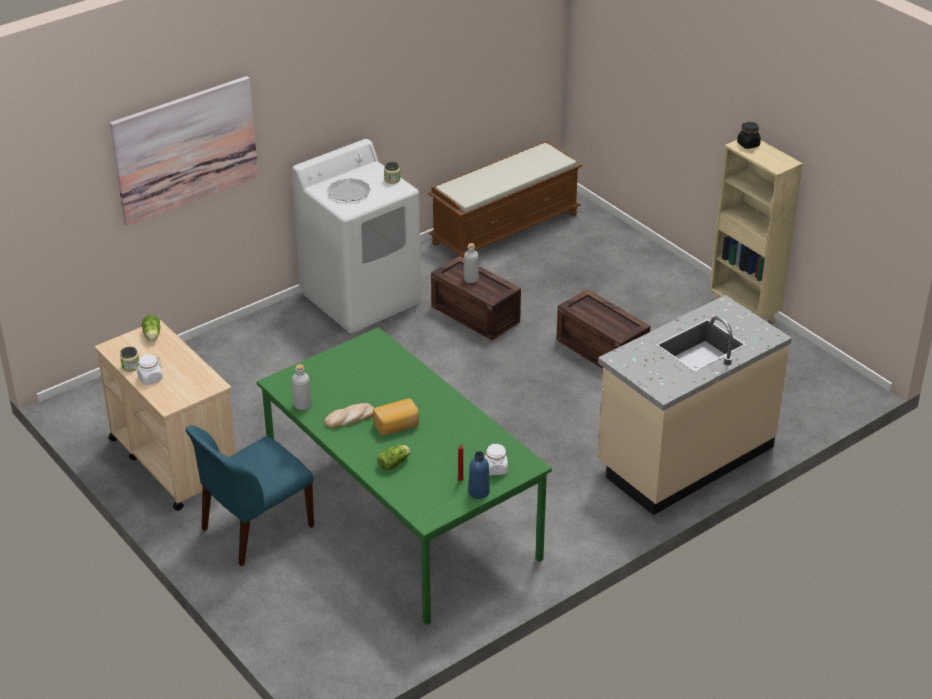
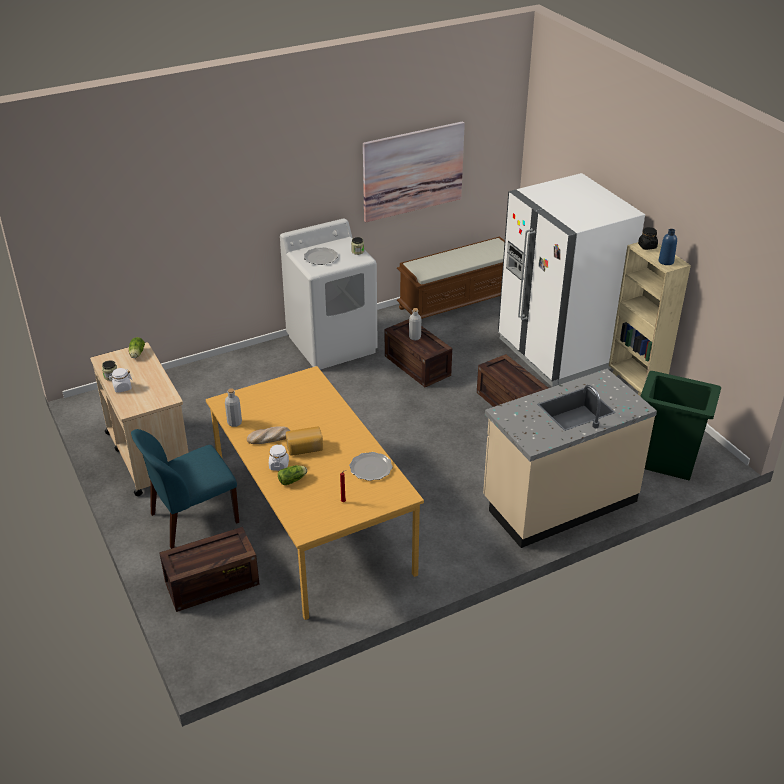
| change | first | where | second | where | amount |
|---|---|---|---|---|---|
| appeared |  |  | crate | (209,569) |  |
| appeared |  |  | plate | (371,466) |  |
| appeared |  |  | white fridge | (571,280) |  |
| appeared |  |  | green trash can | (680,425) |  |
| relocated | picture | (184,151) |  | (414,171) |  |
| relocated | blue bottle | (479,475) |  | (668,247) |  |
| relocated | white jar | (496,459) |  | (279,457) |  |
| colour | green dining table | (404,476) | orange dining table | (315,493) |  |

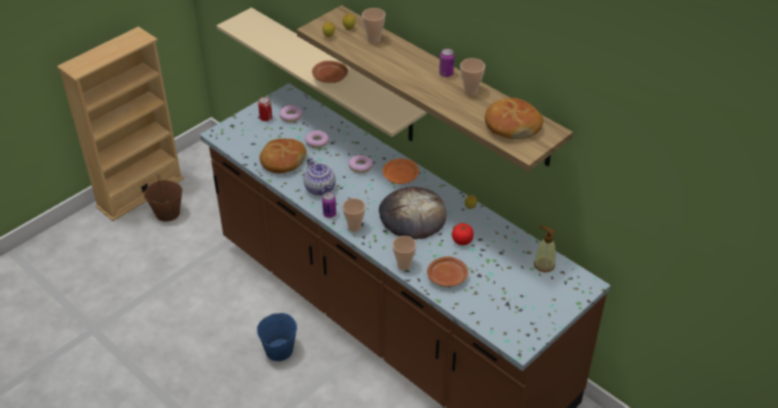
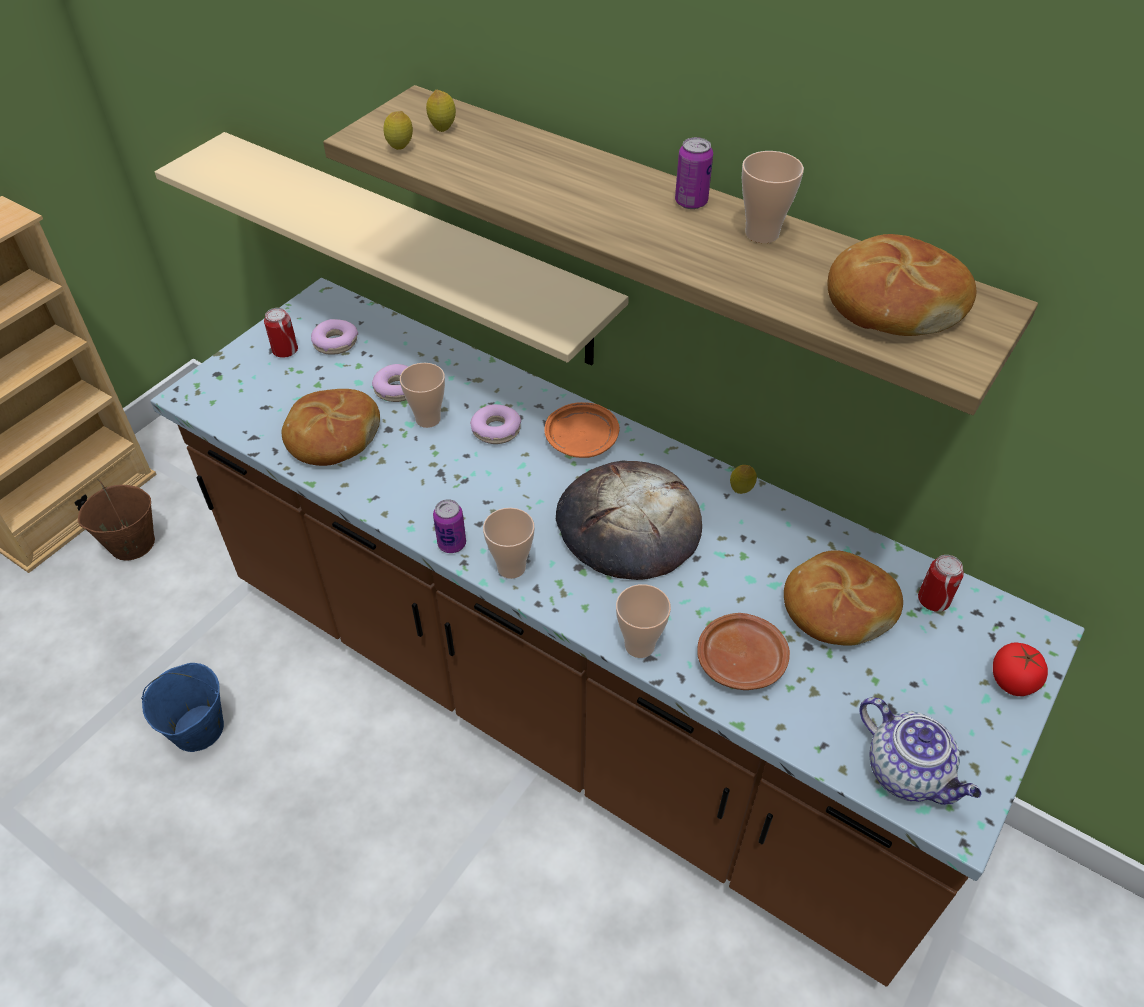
| change | first | where | second | where | amount |
|---|---|---|---|---|---|
| missing | brown plate | (330,72) |  |  |  |
| appeared |  |  | bread | (843,598) |  |
| relocated | blue bucket | (277,337) |  | (182,707) |  |
| relocated | teapot | (320,177) |  | (920,751) |  |
| relocated | cup | (373,25) |  | (422,395) |  |
| relocated | tomato | (462,234) |  | (1020,669) |  |
| exchanged | soap dispenser | (544,249) | can | (941,583) |  |

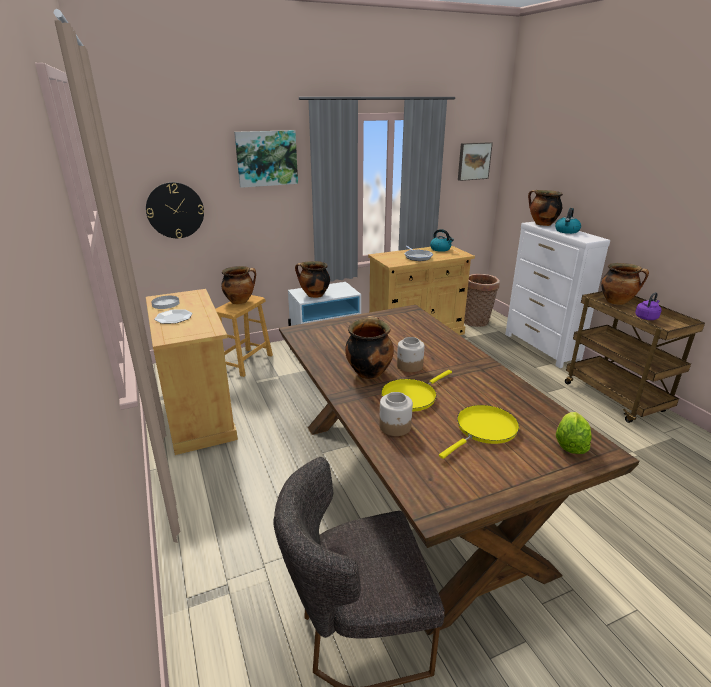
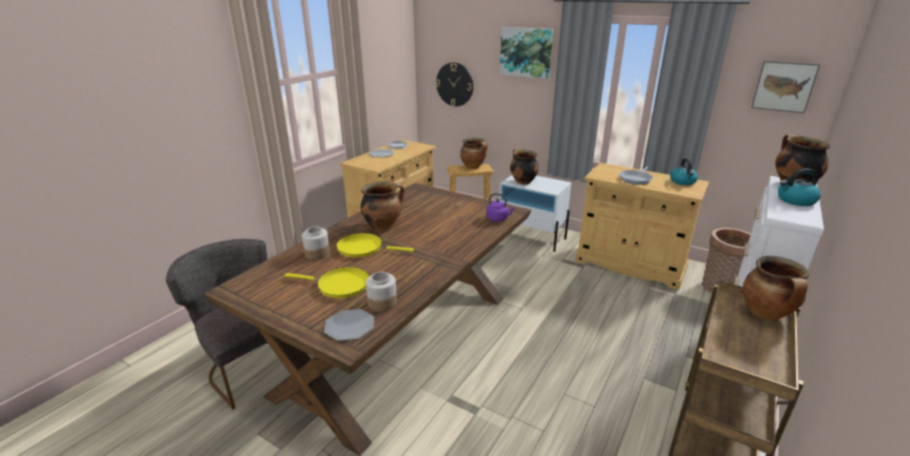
| change | first | where | second | where | amount |
|---|---|---|---|---|---|
| relocated | jar | (410,354) |  | (381,292) |  |
| relocated | purple kettle | (648,306) |  | (500,207) |  |
| exchanged | lettuce | (574,433) | plate | (349,325) |  |

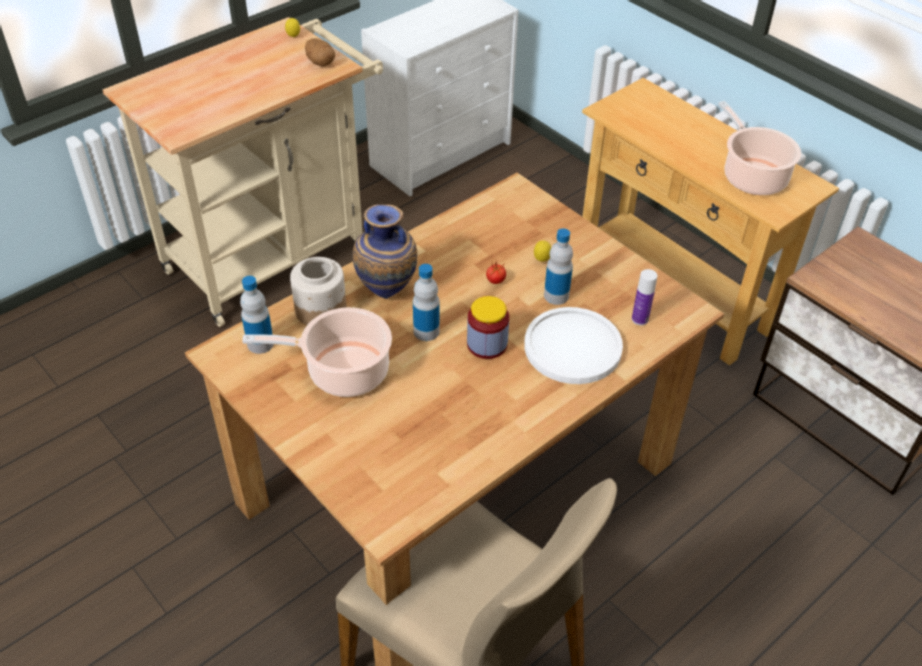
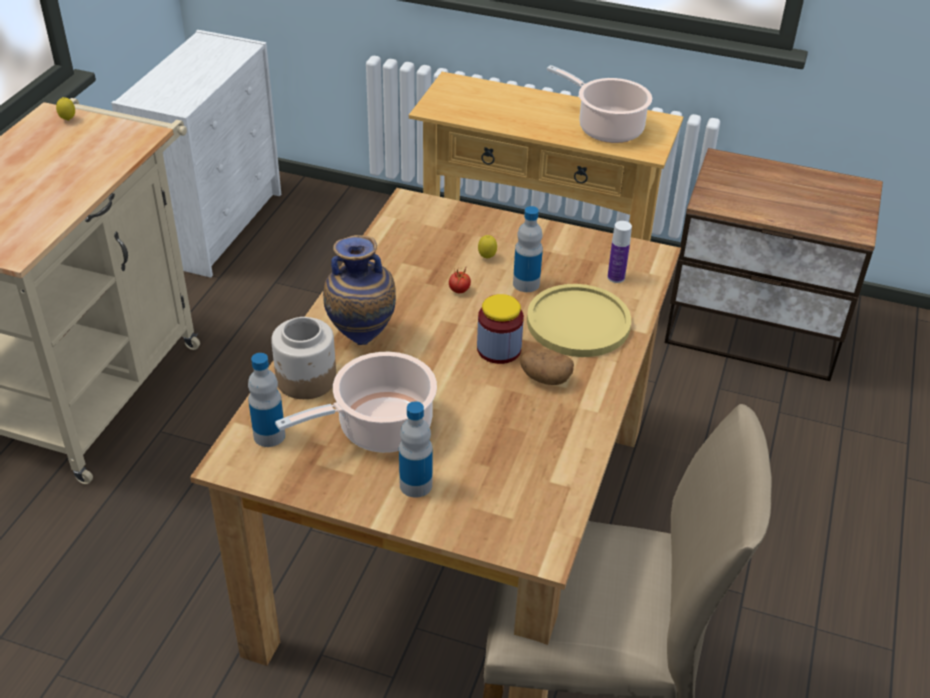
| change | first | where | second | where | amount |
|---|---|---|---|---|---|
| relocated | potato | (320,52) |  | (547,367) |  |
| relocated | bottle | (426,302) |  | (416,449) |  |
| colour | white plate | (573,345) | yellow plate | (579,320) |  |

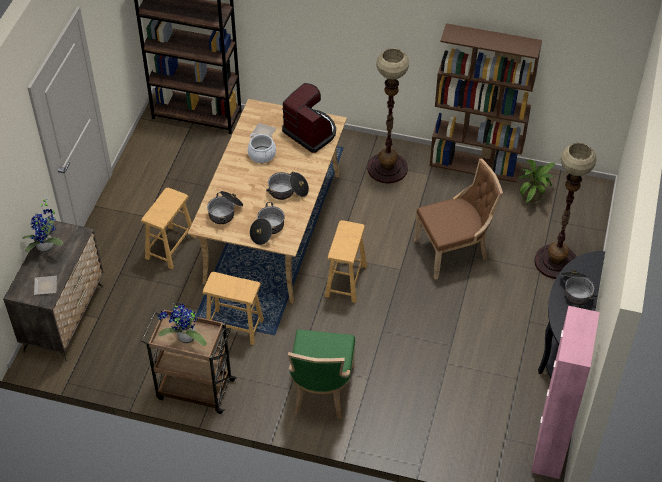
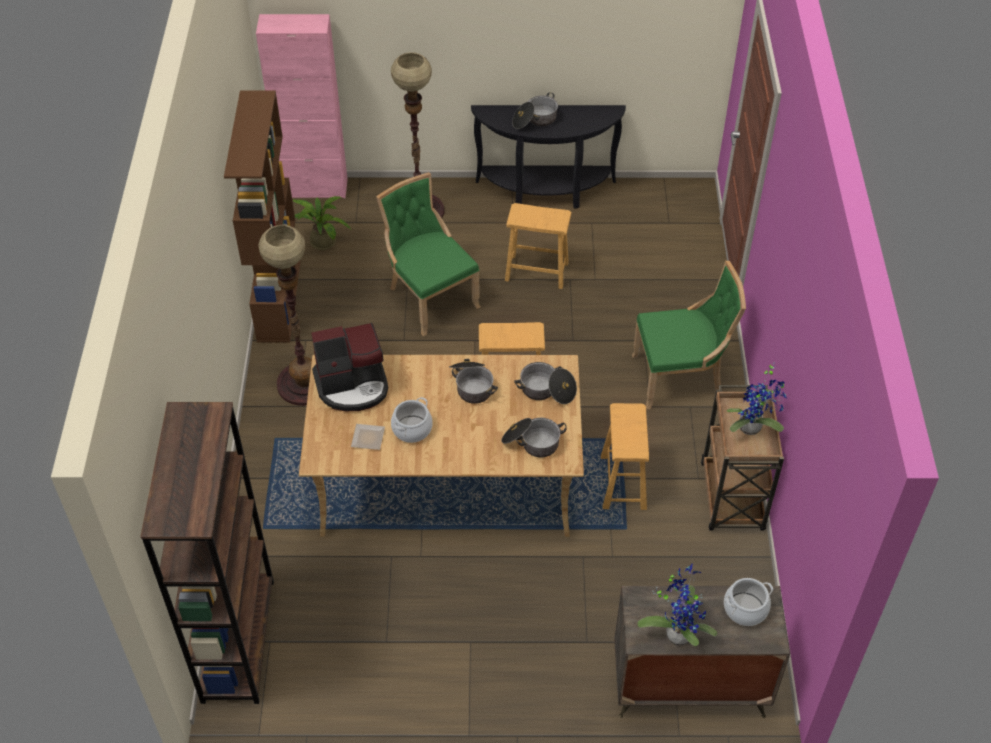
| change | first | where | second | where | amount |
|---|---|---|---|---|---|
| relocated | brown stool | (168,228) |  | (538,246) |  |
| relocated | pink cabinet | (565,392) |  | (302,106) |  |
| exchanged | plate | (45,285) | cooking pot | (748,602) |  |
| colour | brown chair | (458,219) | green chair | (428,254) |  |
| spun | coffee machine | (309,118) |  | (349,367) | 135 degrees counterclockwise |

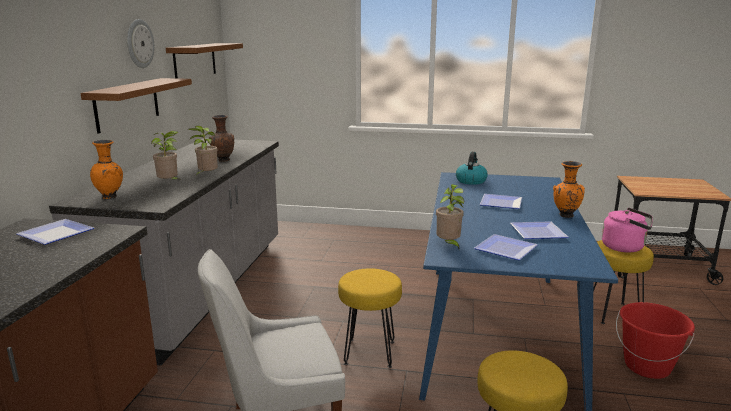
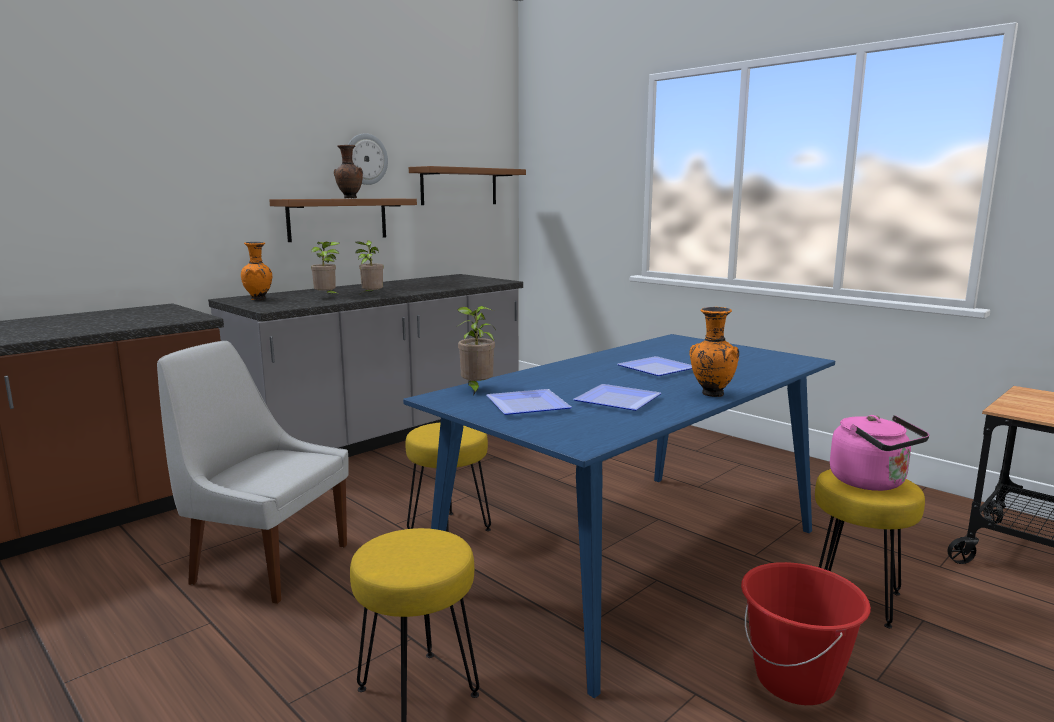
| change | first | where | second | where | amount |
|---|---|---|---|---|---|
| missing | plate | (55,232) |  |  |  |
| missing | kettle | (472,168) |  |  |  |
| relocated | brown vase | (221,138) |  | (348,171) |  |

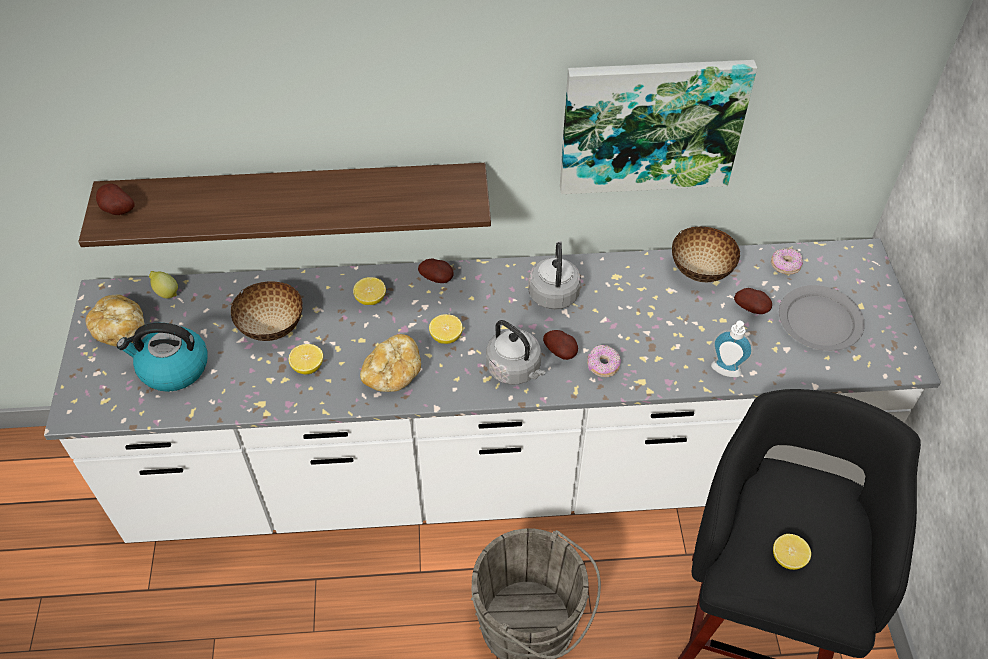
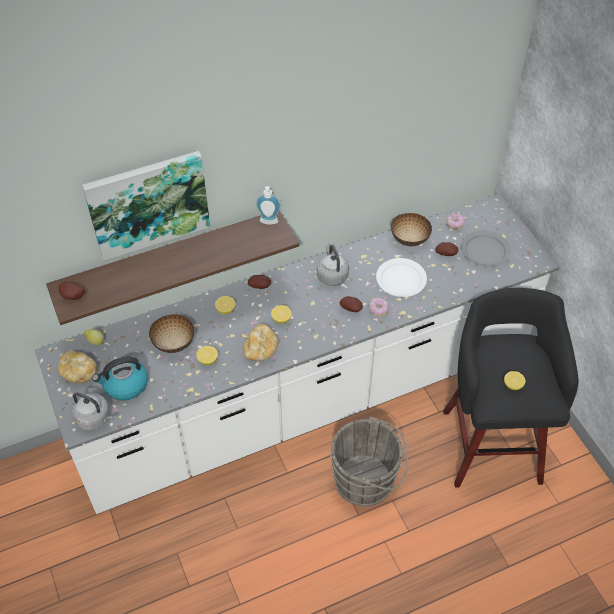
| change | first | where | second | where | amount |
|---|---|---|---|---|---|
| appeared |  |  | white plate | (401,277) |  |
| relocated | grey kettle | (516,352) |  | (92,411) |  |
| relocated | picture | (658,127) |  | (146,206) |  |
| relocated | soap dispenser | (732,349) |  | (268,205) |  |

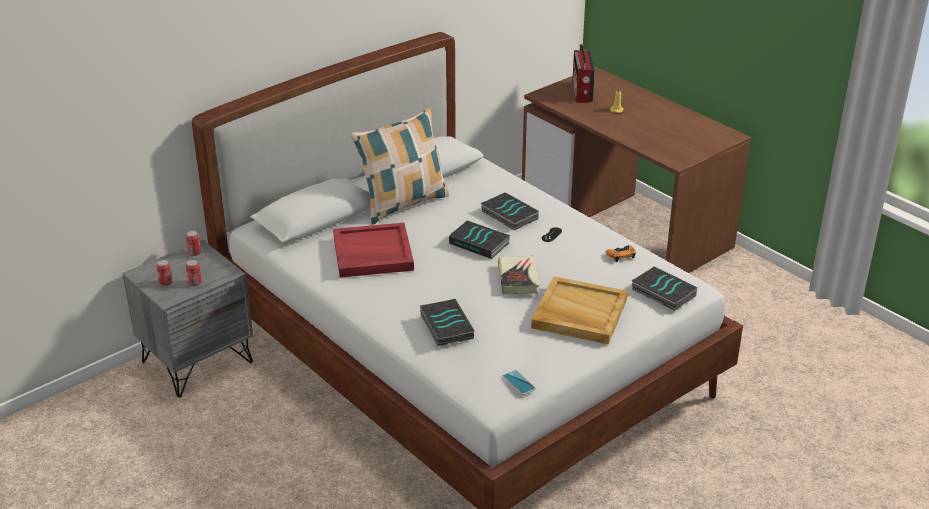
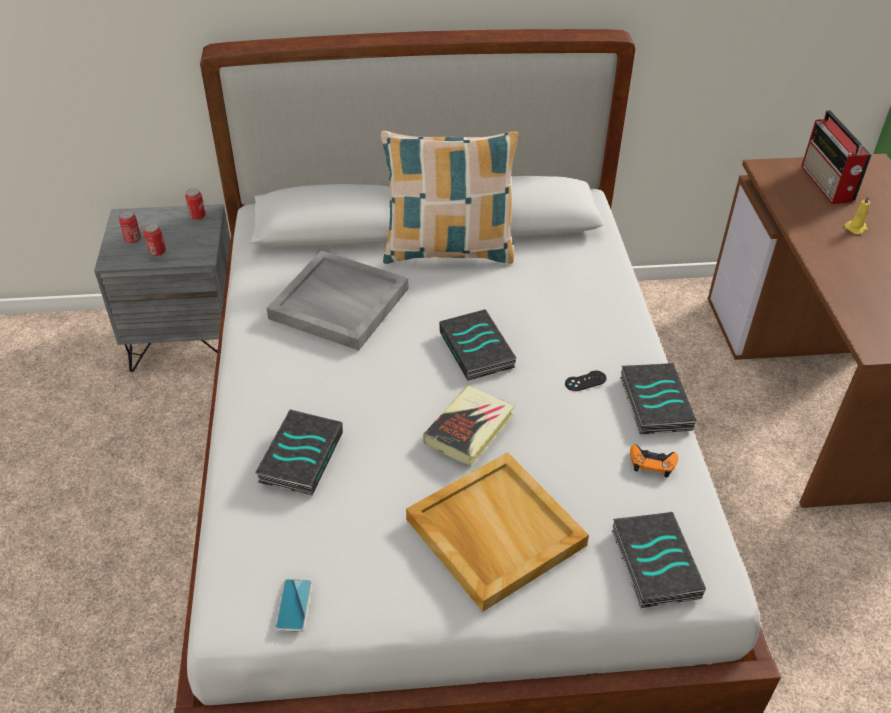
| change | first | where | second | where | amount |
|---|---|---|---|---|---|
| relocated | book | (510,211) |  | (658,398) |  |
| colour | red tray | (373,250) | grey tray | (337,301) |  |
| spun | radio | (583,73) |  | (836,157) | 45 degrees counterclockwise |

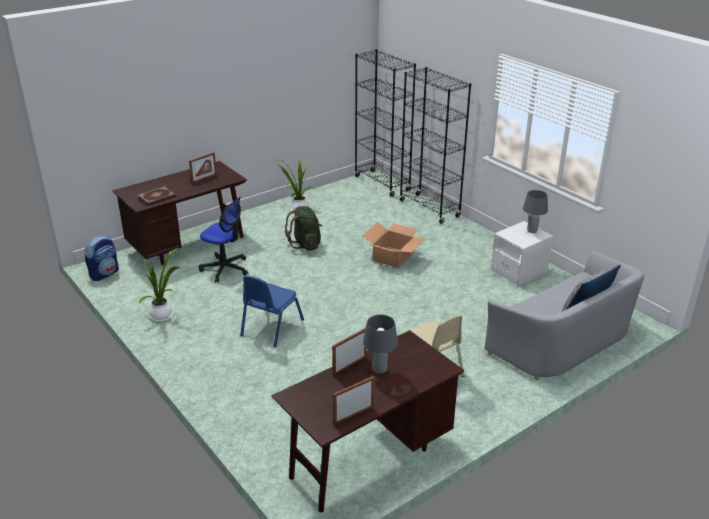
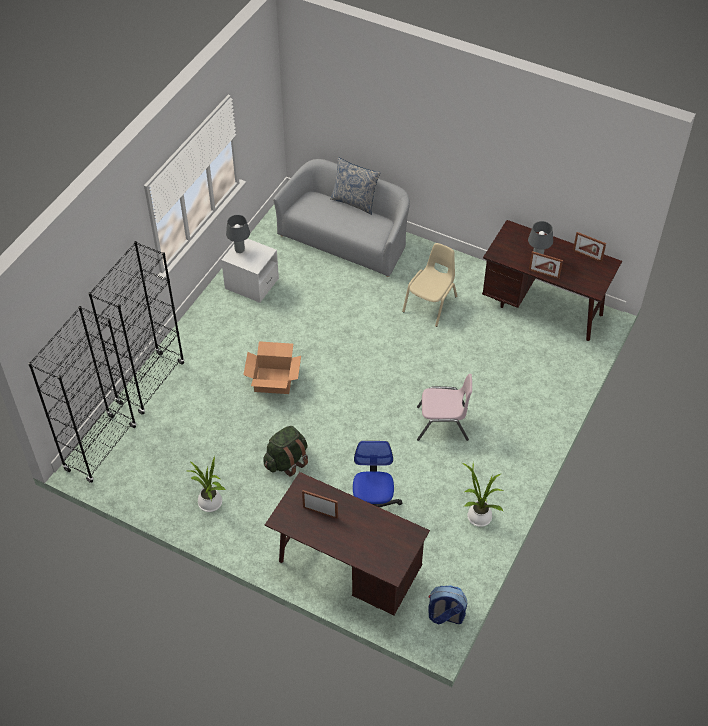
| change | first | where | second | where | amount |
|---|---|---|---|---|---|
| missing | book | (156,196) |  |  |  |
| colour | blue chair | (272,311) | pink chair | (444,407) |  |

